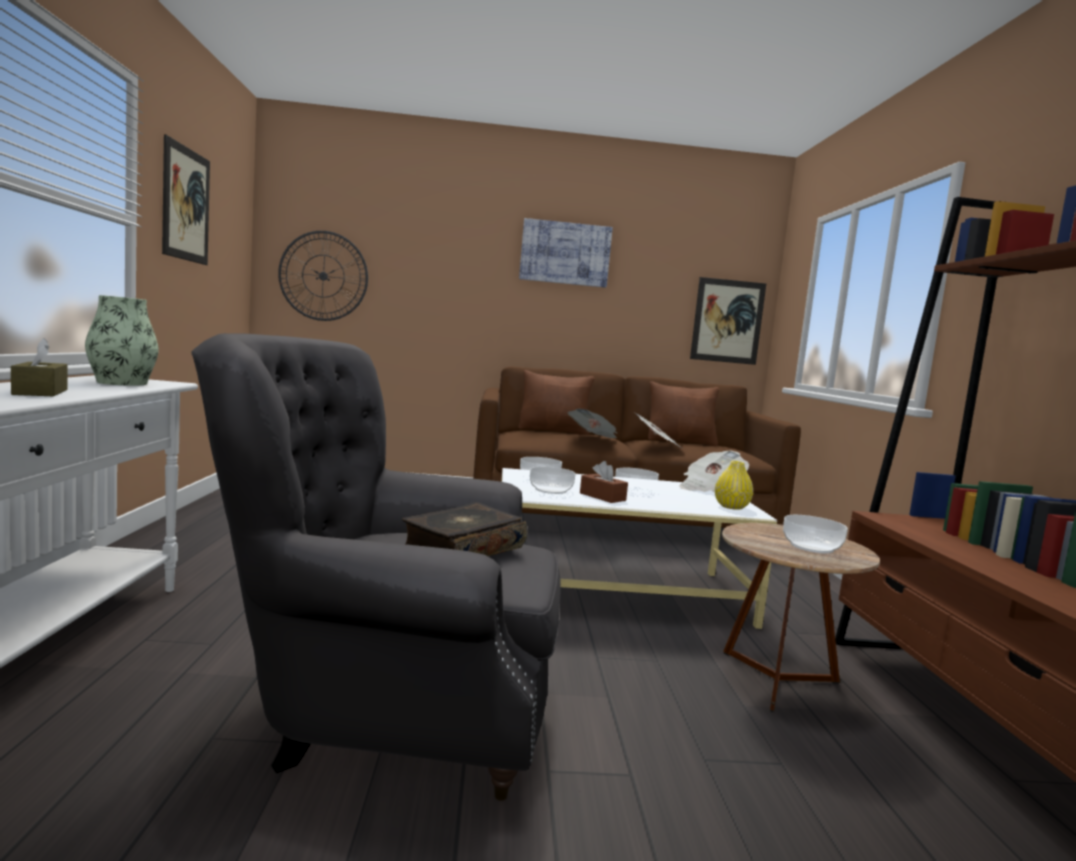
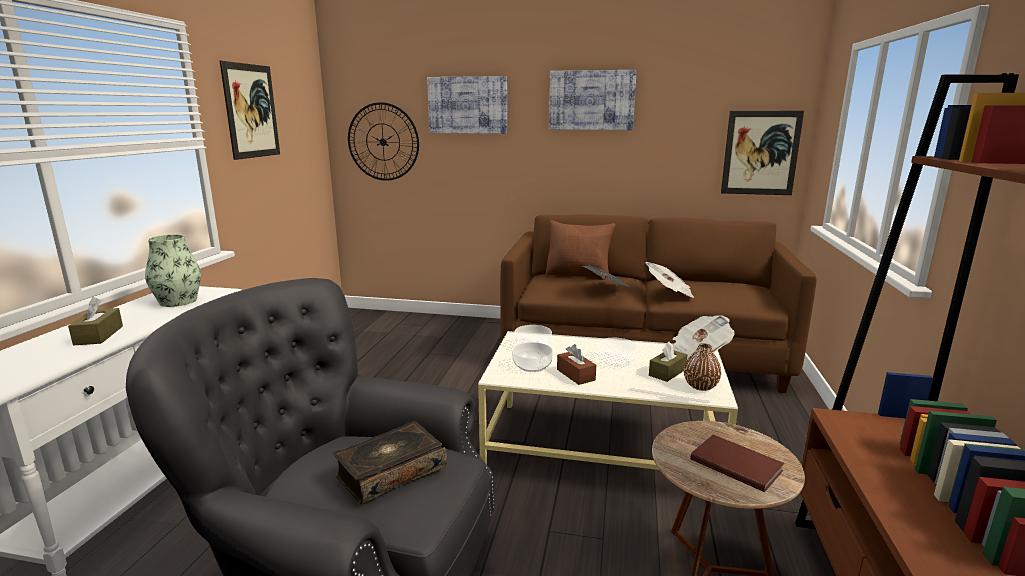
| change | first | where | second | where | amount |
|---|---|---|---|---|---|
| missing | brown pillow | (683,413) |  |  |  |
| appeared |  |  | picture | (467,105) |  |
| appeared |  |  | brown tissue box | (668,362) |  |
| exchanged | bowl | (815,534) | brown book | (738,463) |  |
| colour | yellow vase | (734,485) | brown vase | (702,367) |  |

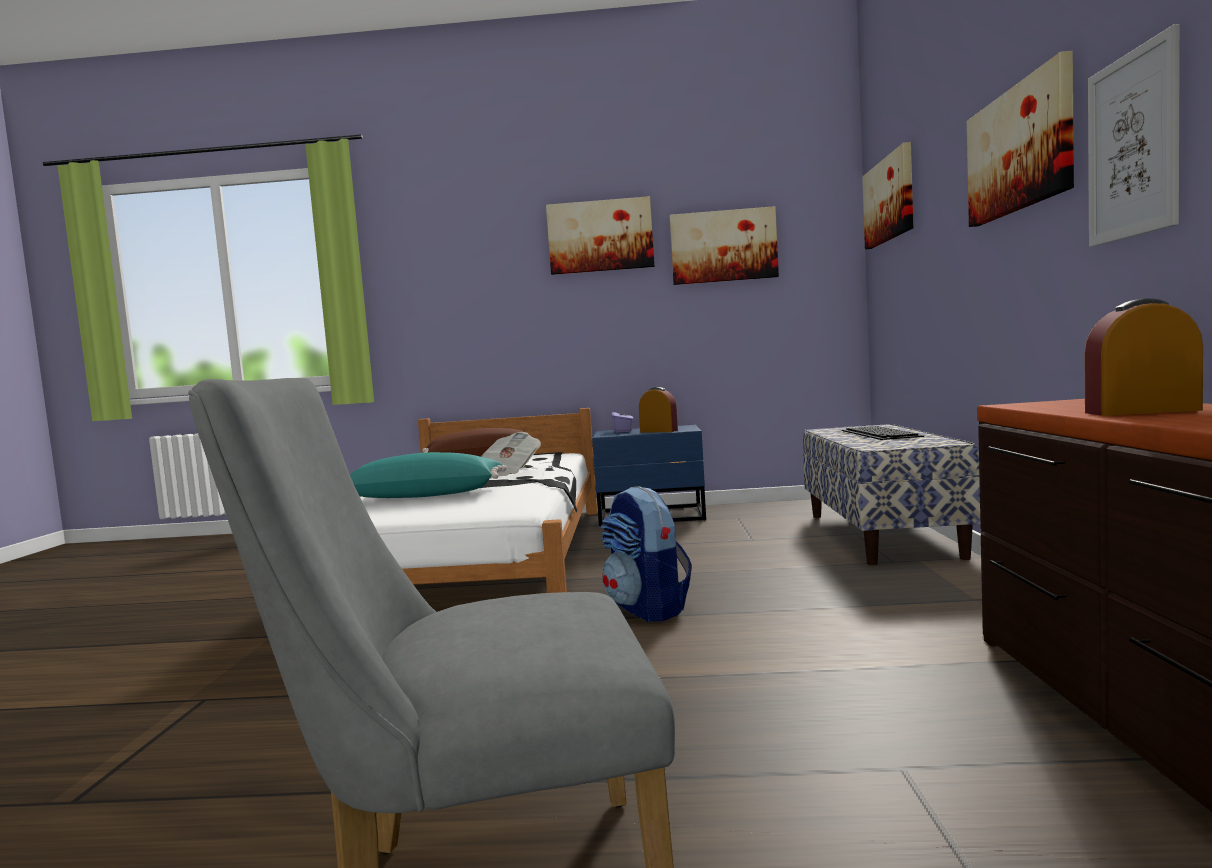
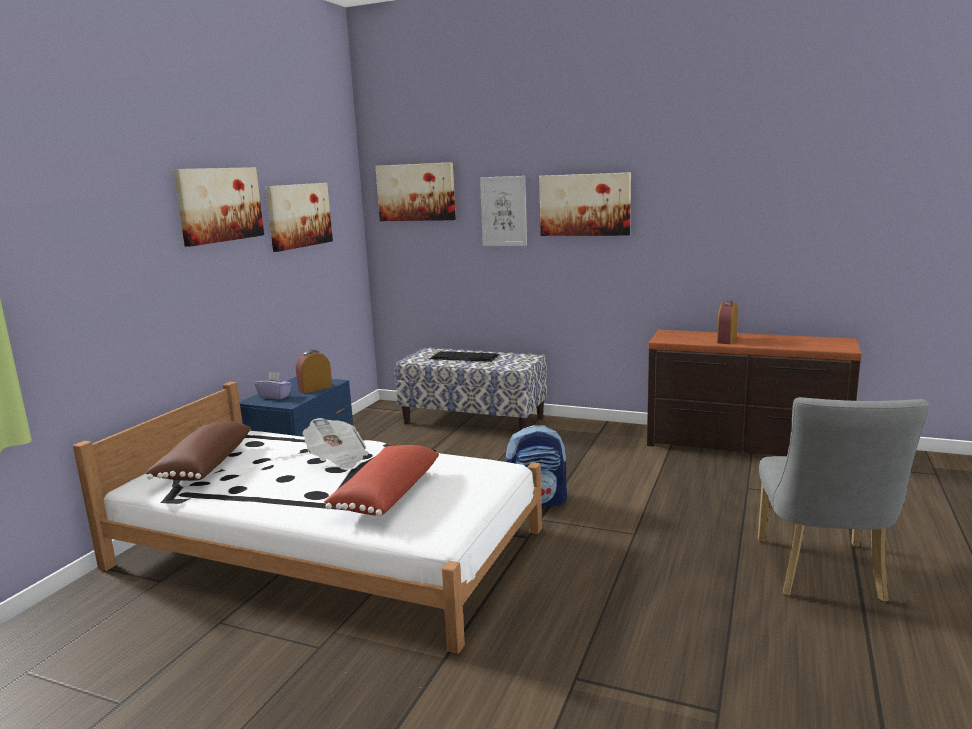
| change | first | where | second | where | amount |
|---|---|---|---|---|---|
| relocated | picture | (1134,135) |  | (503,211) |  |
| colour | turquoise pillow | (428,475) | red pillow | (381,480) |  |

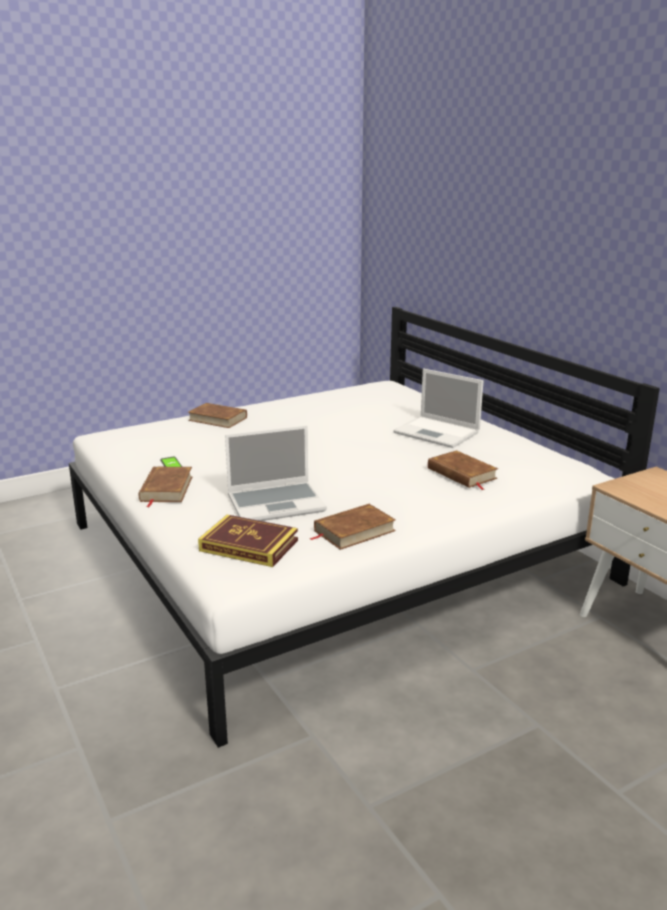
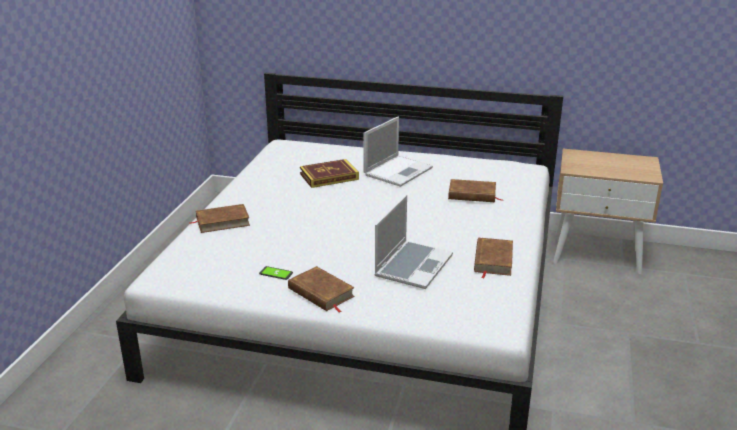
| change | first | where | second | where | amount |
|---|---|---|---|---|---|
| relocated | book | (248,541) |  | (329,173) |  |
| spun | laptop | (438,408) |  | (398,152) | 45 degrees counterclockwise |

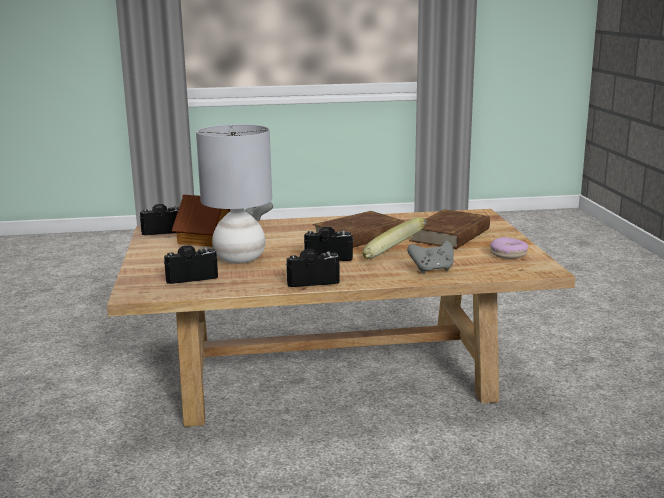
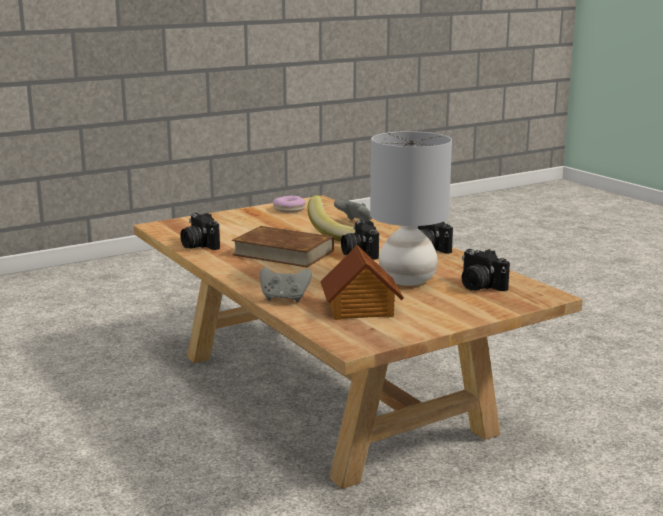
| change | first | where | second | where | amount |
|---|---|---|---|---|---|
| missing | brown book | (449,229) |  |  |  |
| relocated | photo camera | (159,219) |  | (200,231) |  |

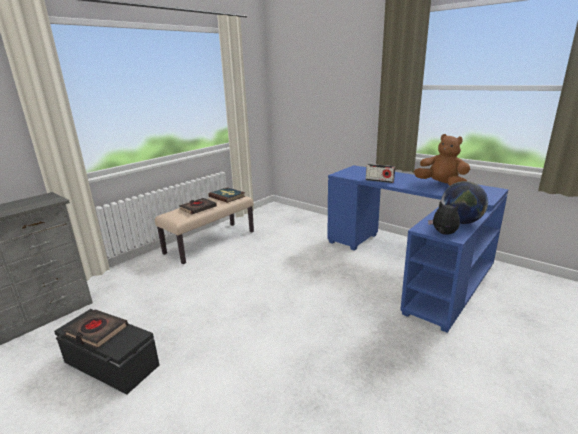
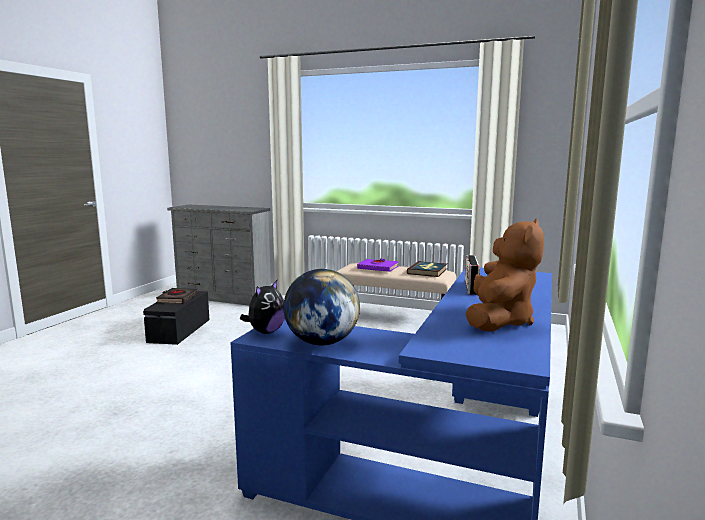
| change | first | where | second | where | amount |
|---|---|---|---|---|---|
| colour | black book | (198,206) | purple book | (378,265) |  |

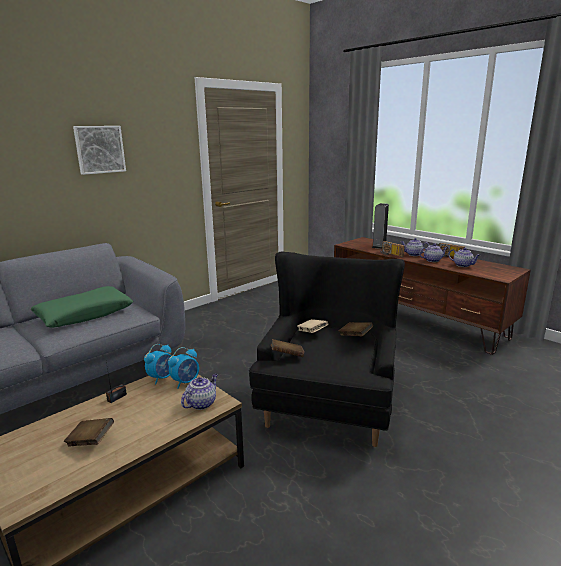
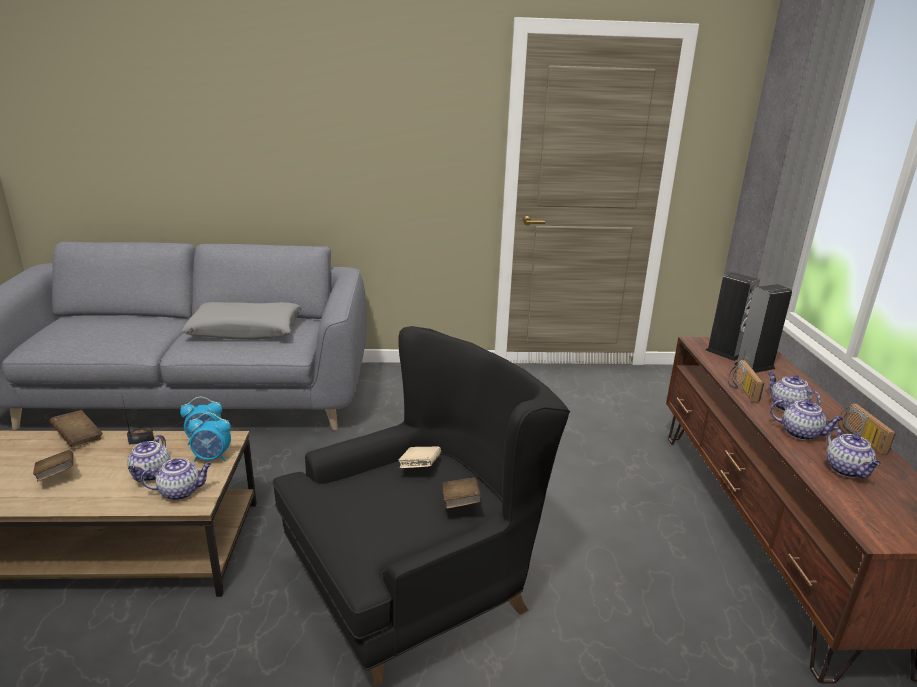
| change | first | where | second | where | amount |
|---|---|---|---|---|---|
| missing | picture | (99,150) |  |  |  |
| appeared |  |  | teapot | (149,458) |  |
| appeared |  |  | speaker | (733,316) |  |
| relocated | brown book | (287,348) |  | (76,428) |  |
| colour | green pillow | (82,307) | grey pillow | (242,321) |  |

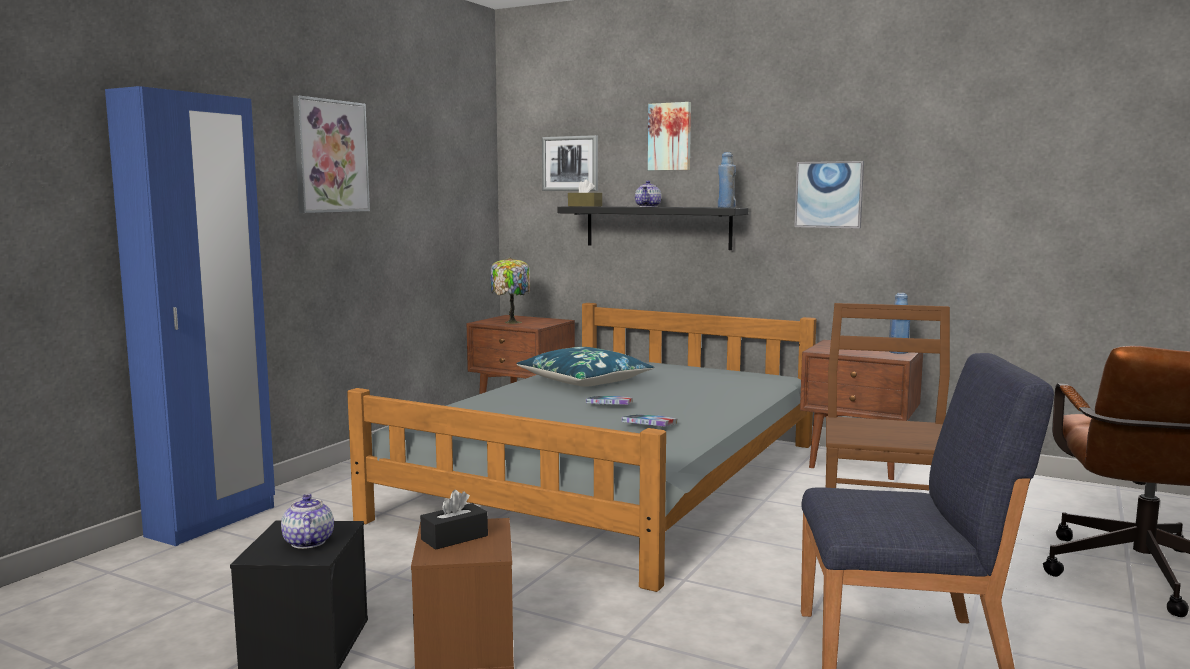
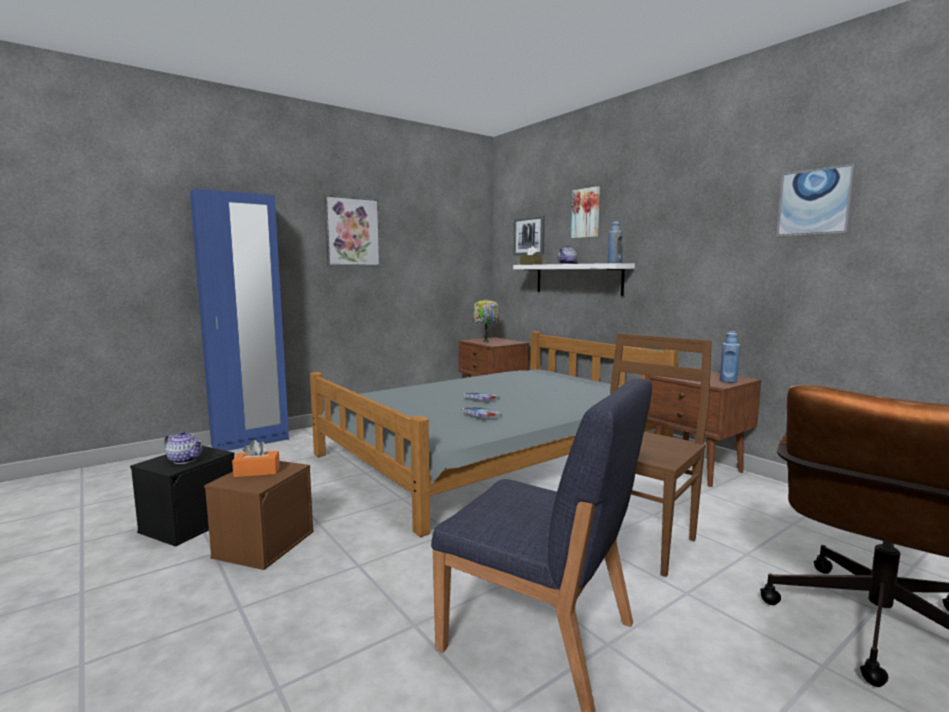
| change | first | where | second | where | amount |
|---|---|---|---|---|---|
| missing | blue pillow | (585,367) |  |  |  |
| relocated | picture | (829,195) |  | (816,200) |  |
| colour | black tissue box | (454,520) | orange tissue box | (256,459) |  |
| colour | black shelf | (652,228) | white shelf | (574,279) |  |
| spun | teapot | (307,521) |  | (183,447) | 105 degrees clockwise |

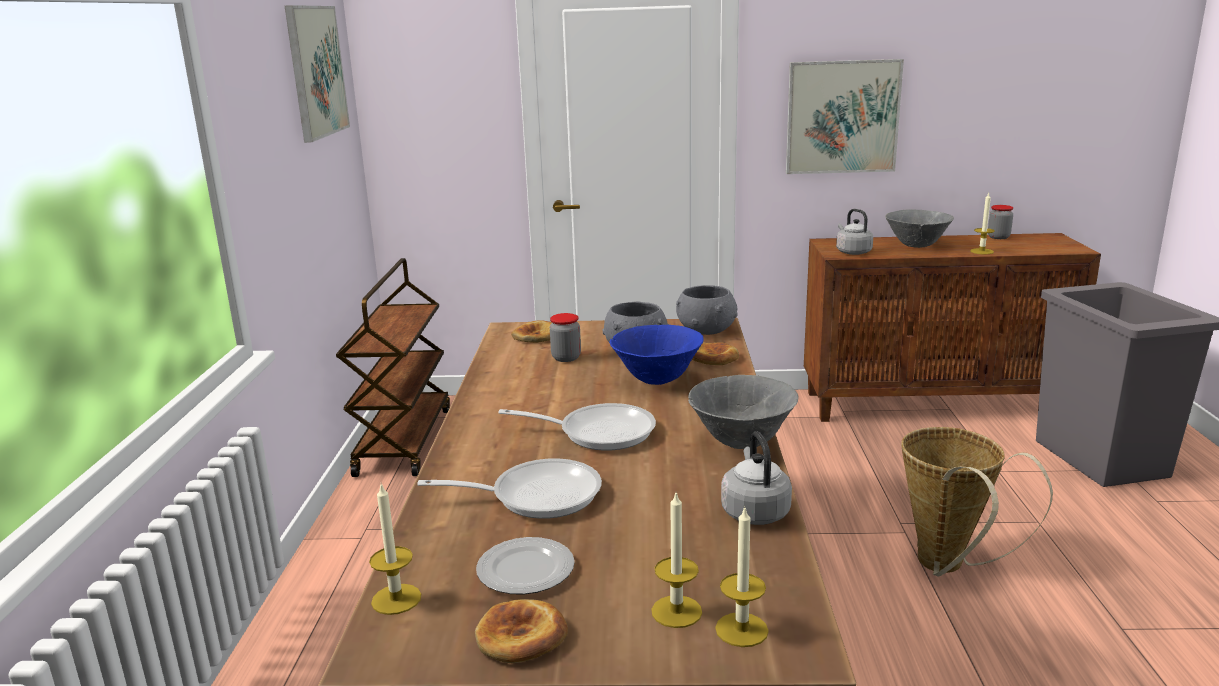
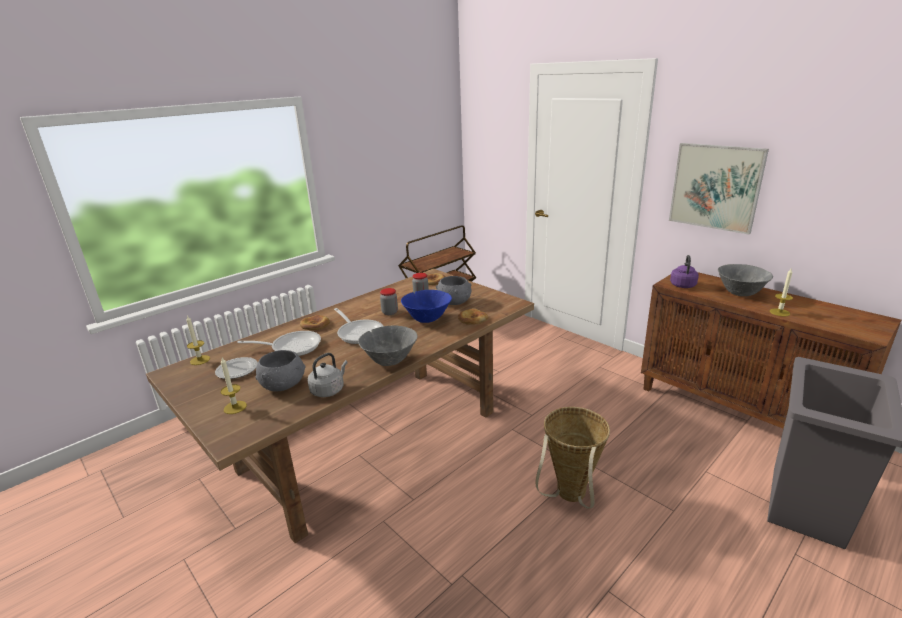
| change | first | where | second | where | amount |
|---|---|---|---|---|---|
| missing | picture | (317,74) |  |  |  |
| missing | candle | (742,576) |  |  |  |
| relocated | bread | (521,631) |  | (315,322) |  |
| relocated | grey bowl | (706,310) |  | (280,371) |  |
| relocated | jar | (1000,222) |  | (389,301) |  |
| colour | grey kettle | (854,232) | purple kettle | (684,271) |  |
| spun | frying pan | (509,488) |  | (279,343) | 45 degrees counterclockwise |

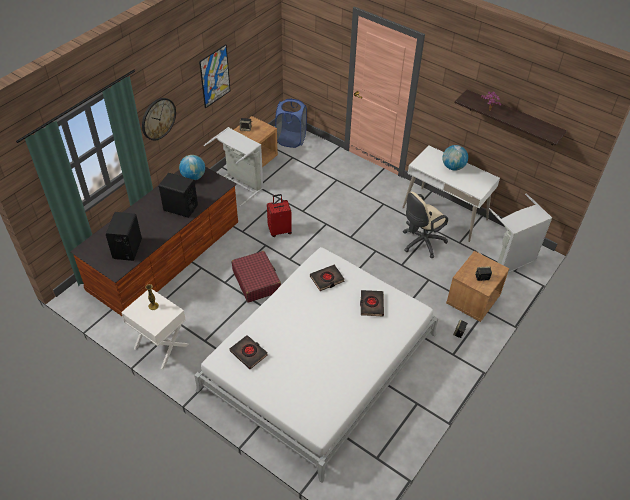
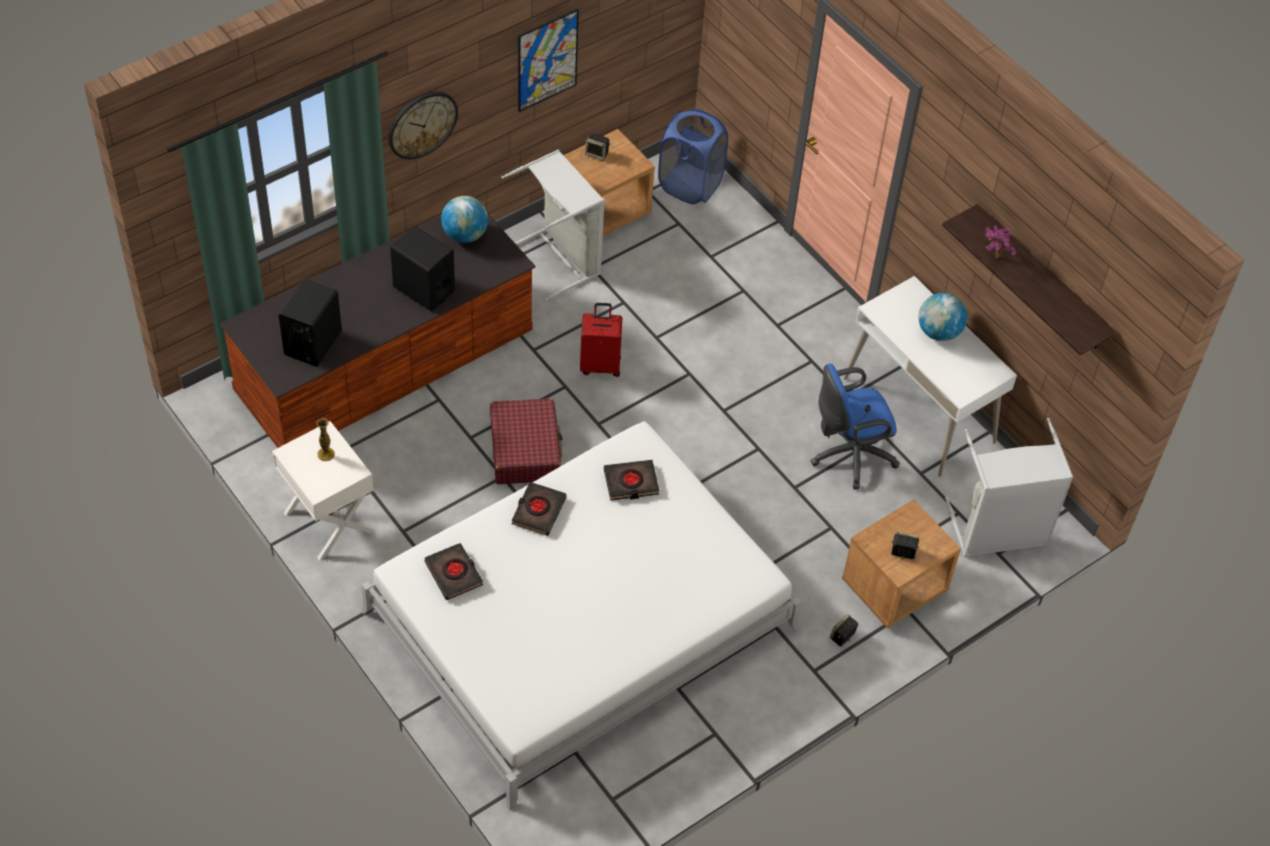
| change | first | where | second | where | amount |
|---|---|---|---|---|---|
| relocated | black book | (372,303) |  | (538,509) |  |
| colour | beige office chair | (425,225) | blue office chair | (855,426) |  |

